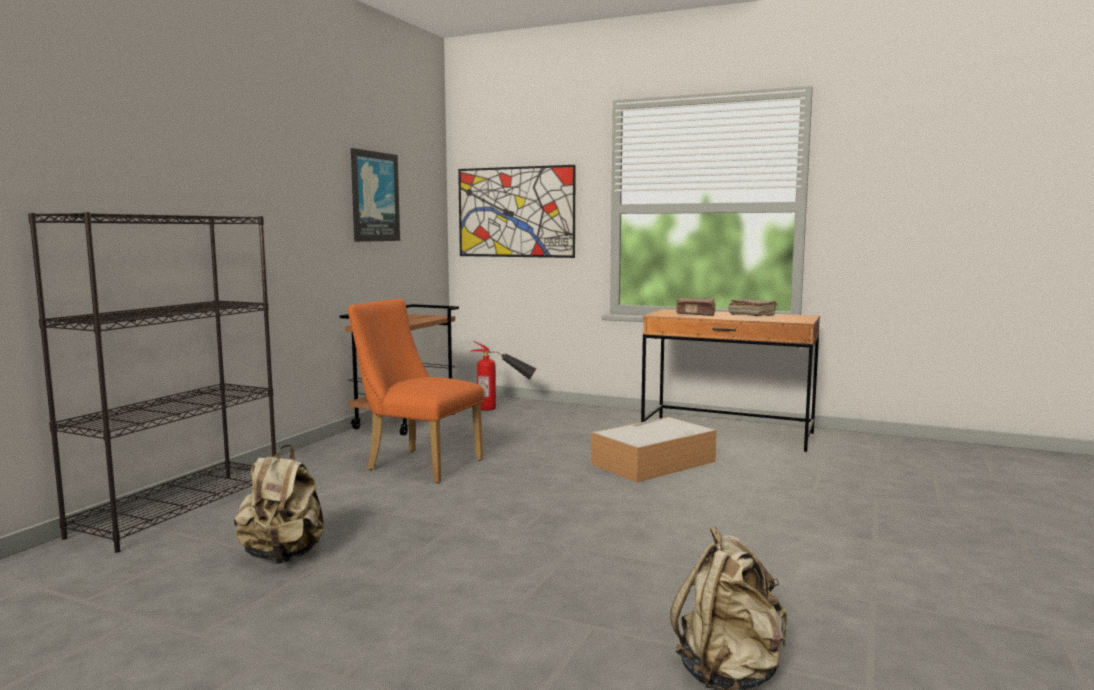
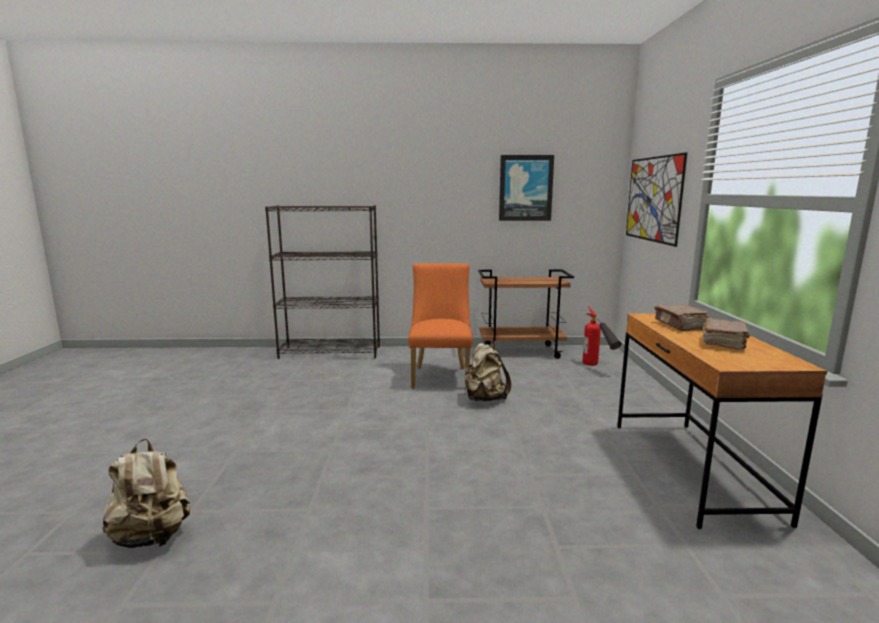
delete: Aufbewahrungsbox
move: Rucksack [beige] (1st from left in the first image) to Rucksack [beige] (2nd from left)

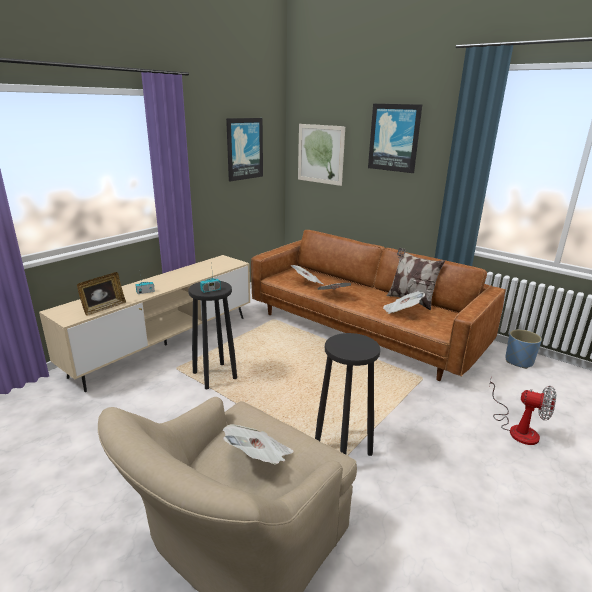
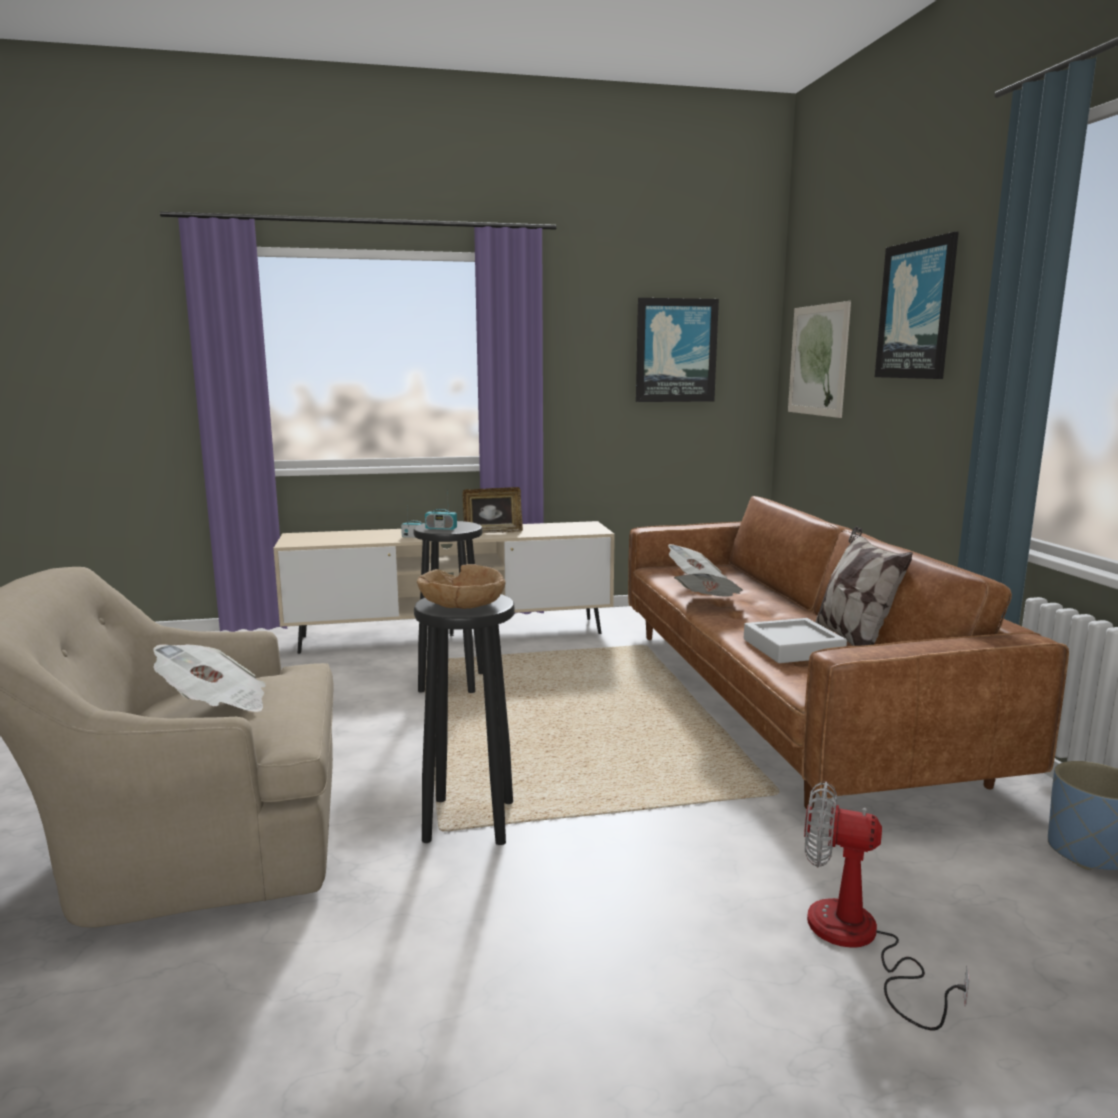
insert: Schüssel [braun]
move: Bilderrahmen
replace: Zeitung (4th from left) to Tablett [grau]
rotate: Ventilator 135 degrees clockwise

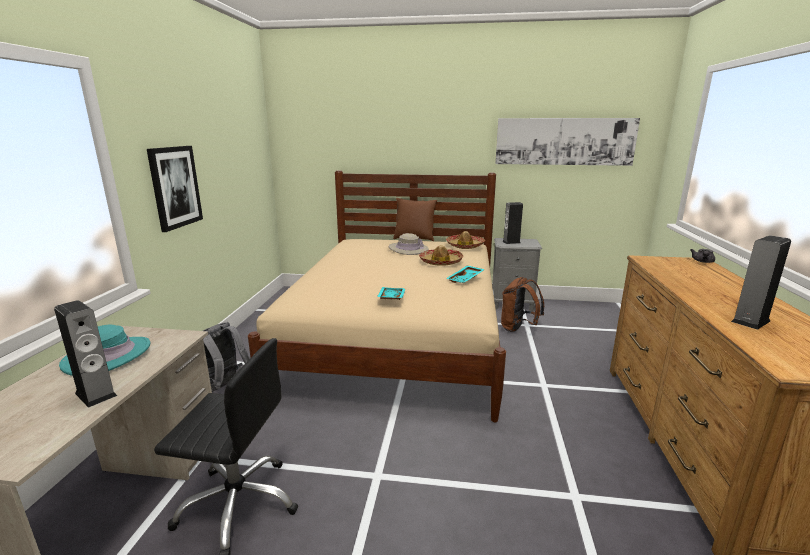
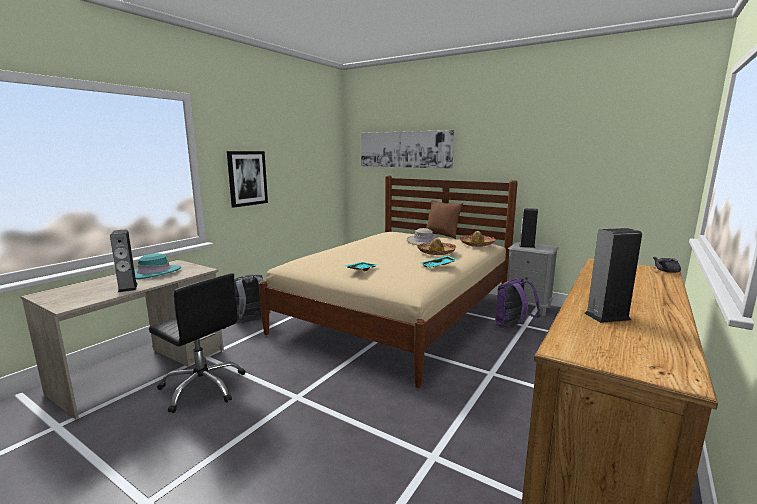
move: Bild (2nd from left)
recolor: Rucksack [braun] to Rucksack [lila]

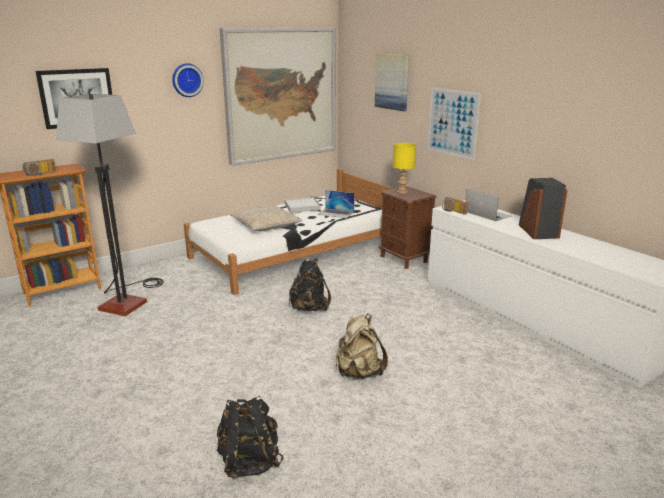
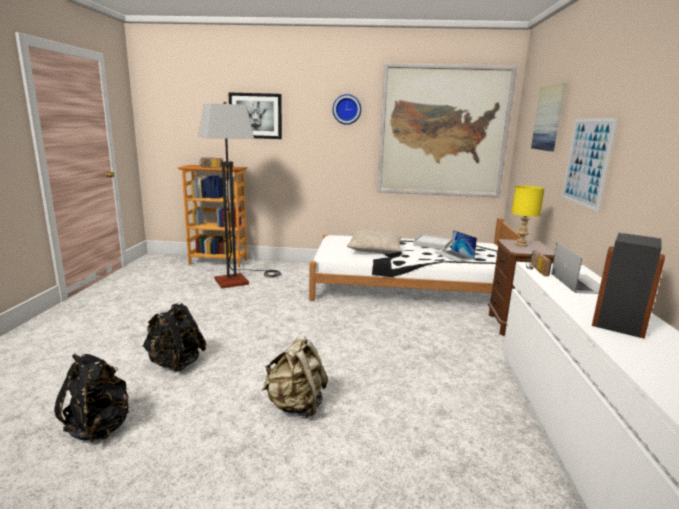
move: Rucksack [schwarz] (2nd from left)

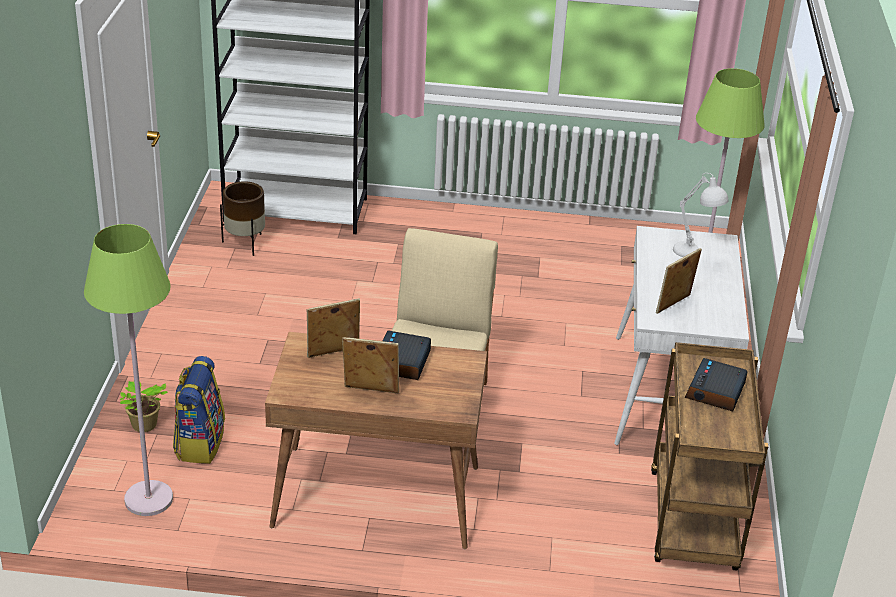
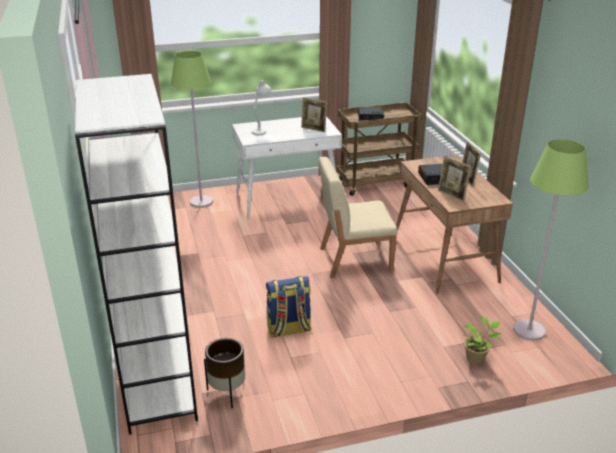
move: Rucksack

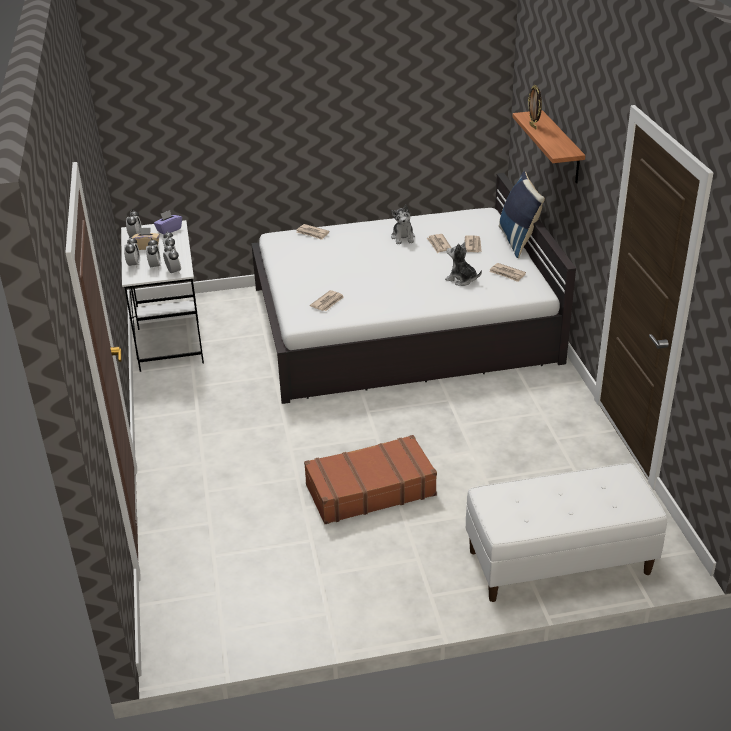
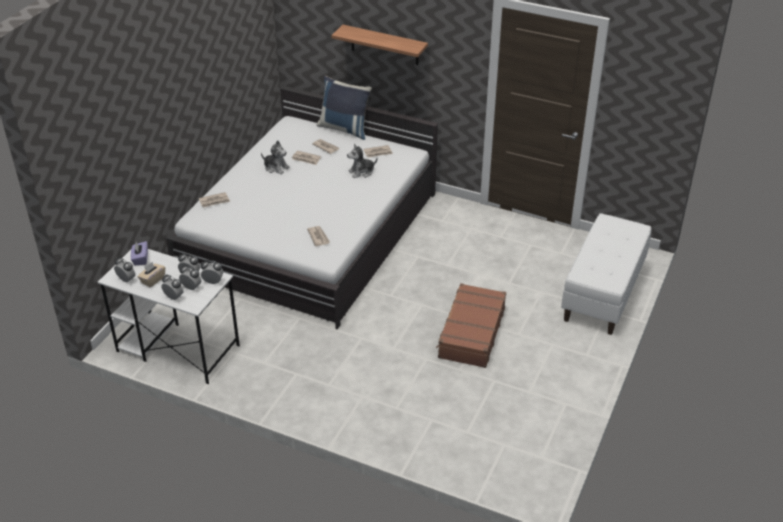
delete: Bilderrahmen

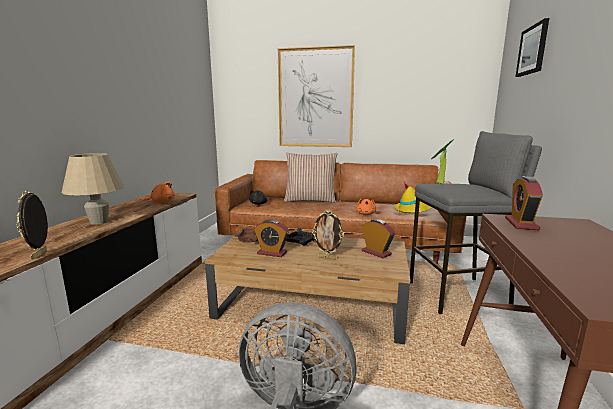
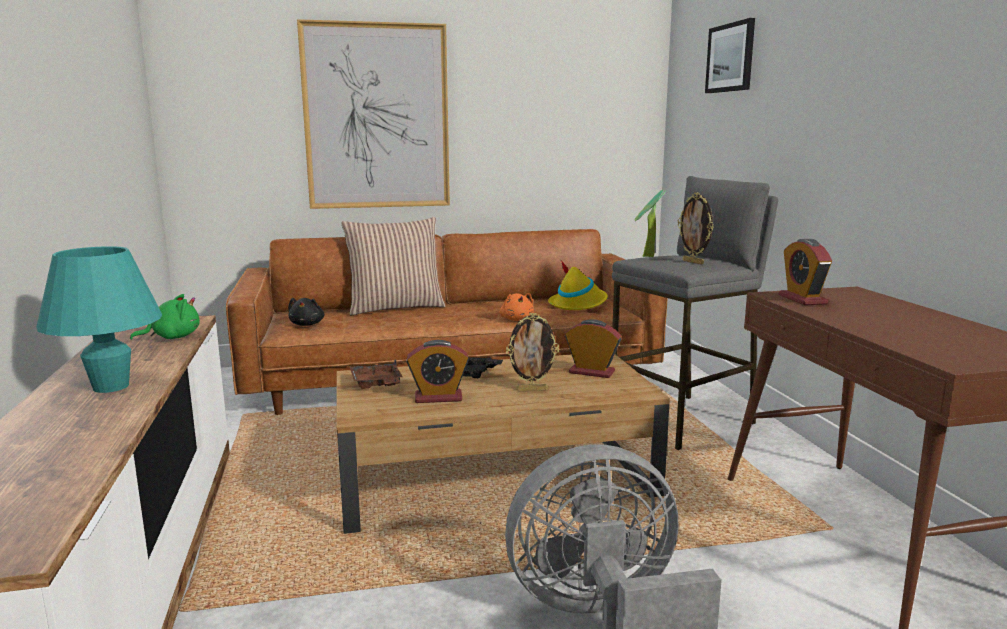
move: Bilderrahmen (1st from left in the first image) to Bilderrahmen (2nd from left)
recolor: Tischlampe [beige] to Tischlampe [türkis]; Plüschtier [orange] (1st from left) to Plüschtier [grün]

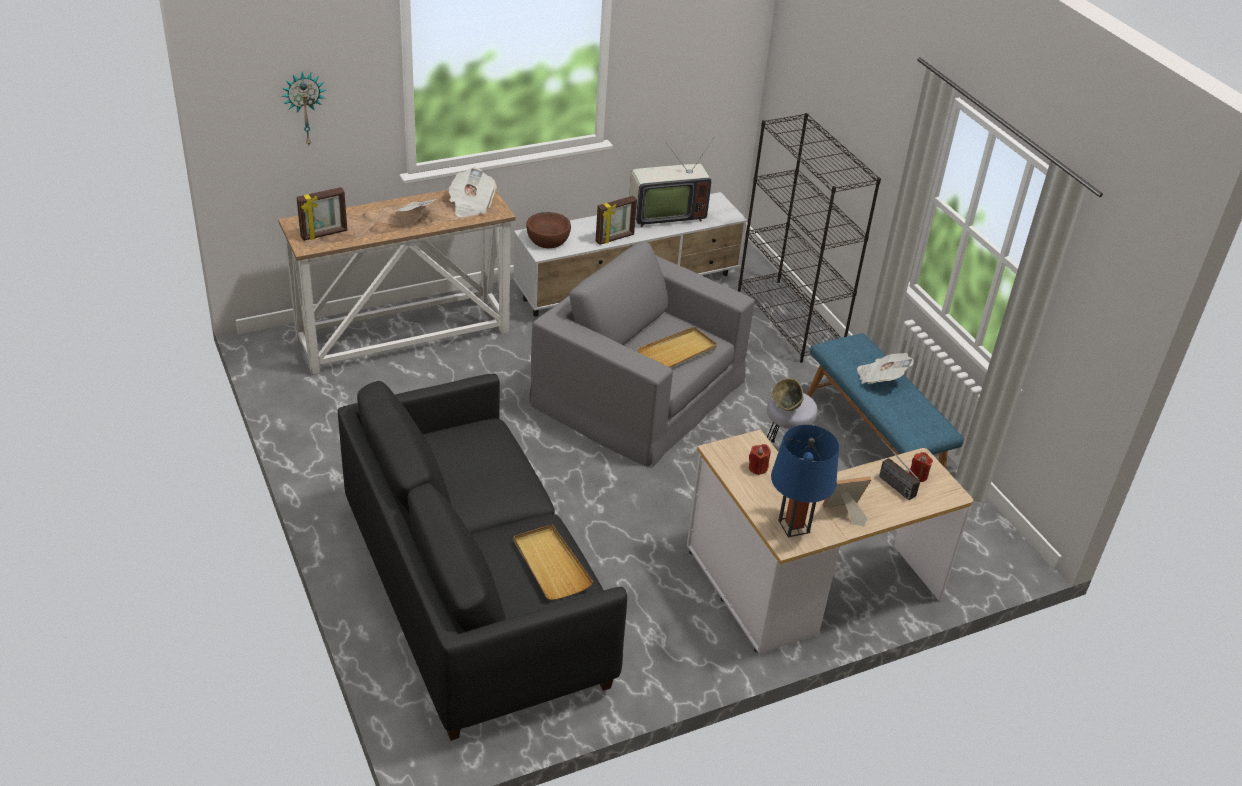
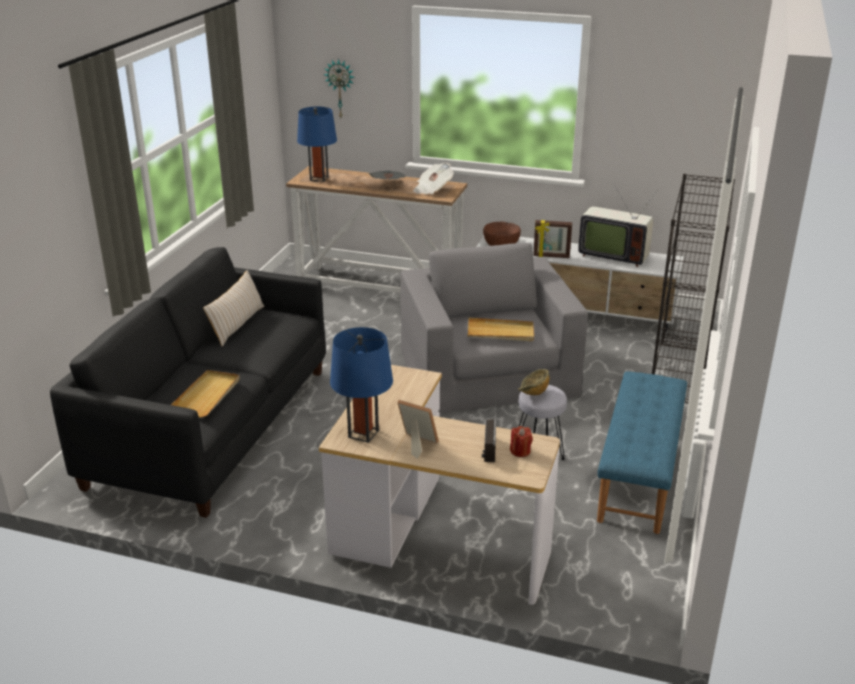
delete: Kerze [rot] (1st from left); Zeitung (3rd from left)
insert: Kissen [beige]
replace: Bilderrahmen (1st from left) to Tischlampe [blau] (1st from left)

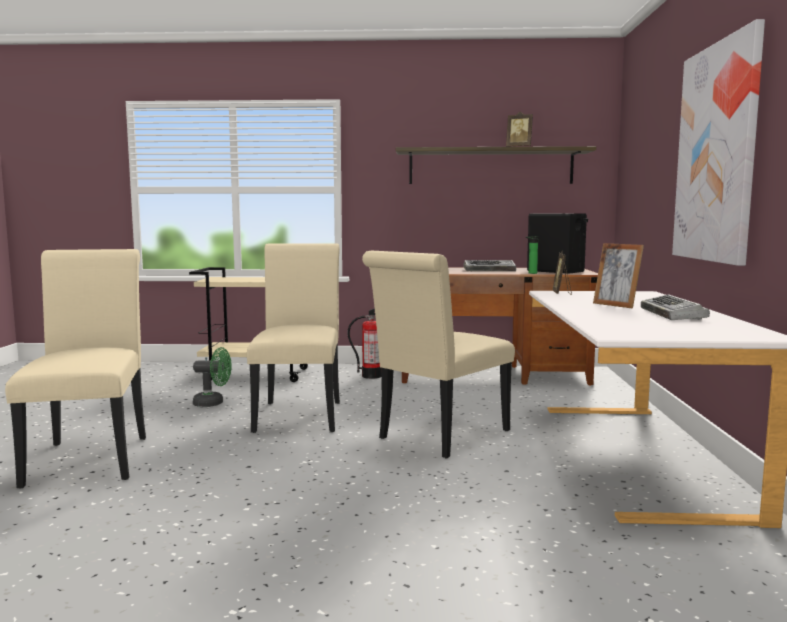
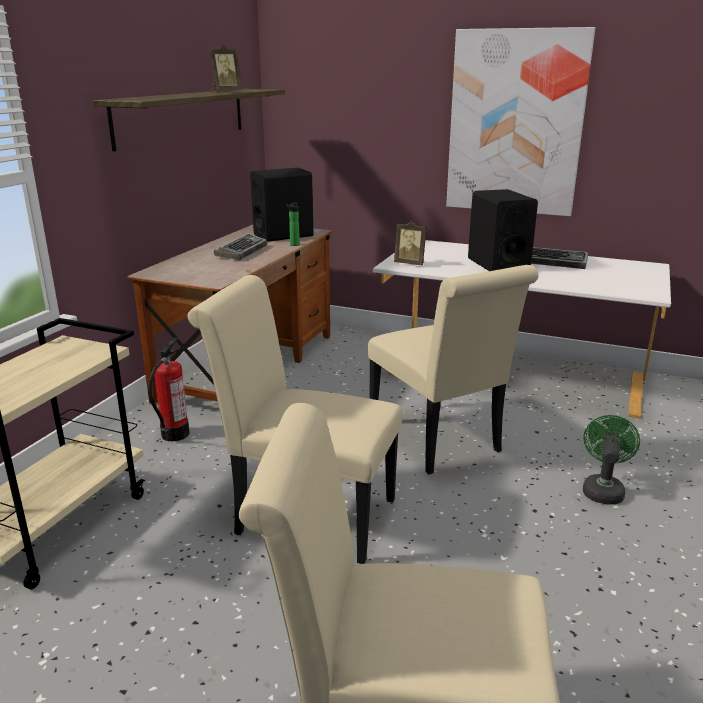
move: Ventilator [grün]
replace: Bilderrahmen (3rd from left) to Lautsprecher [schwarz] (2nd from left)

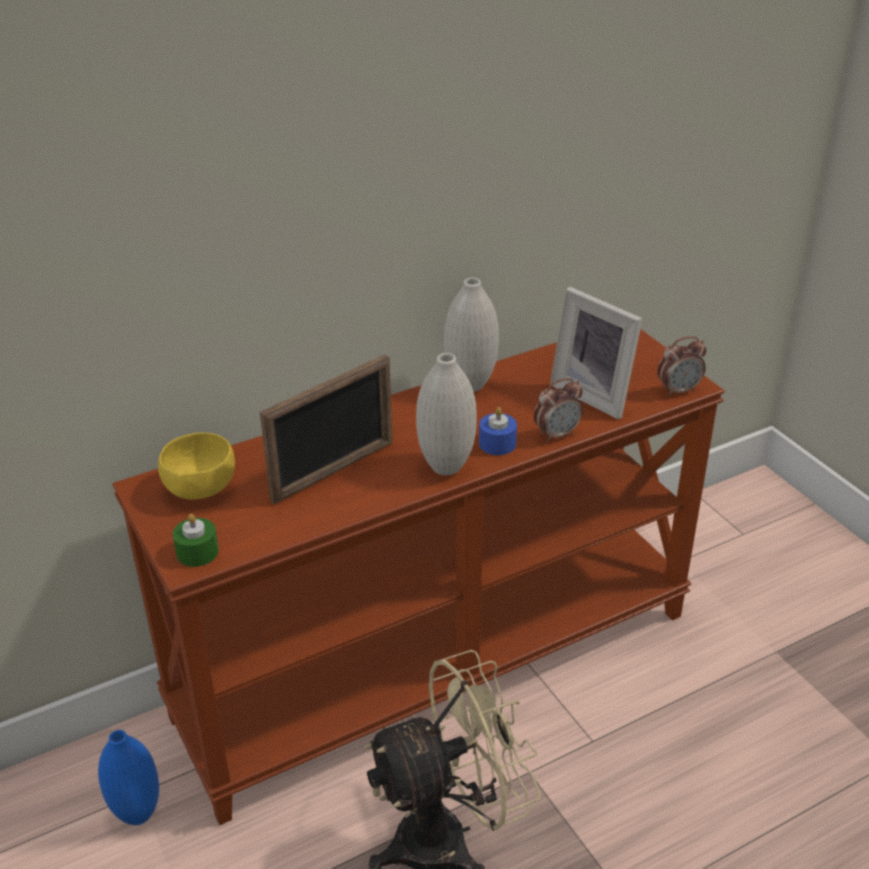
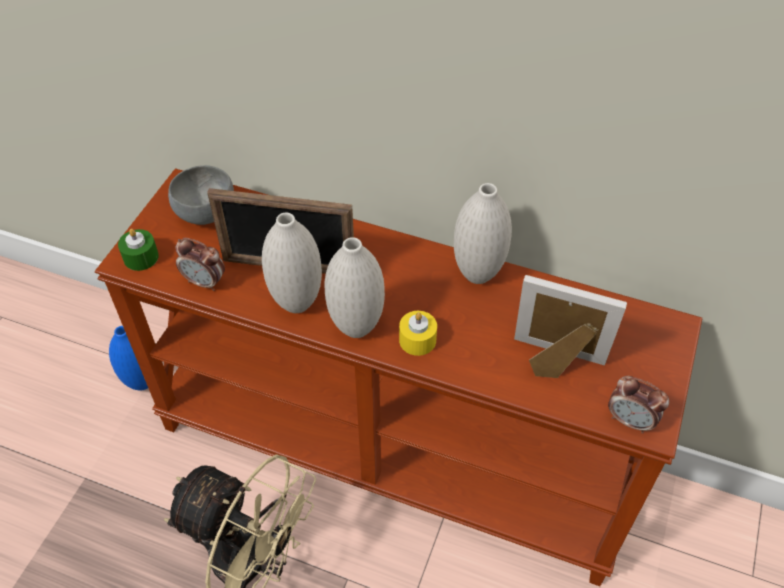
insert: Vase [weiß] (1st from left)
move: Wecker (1st from left)
recolor: Schüssel [gelb] to Schüssel [grau]; Kerze [blau] to Kerze [gelb]
rotate: Bilderrahmen (2nd from left) 105 degrees clockwise

